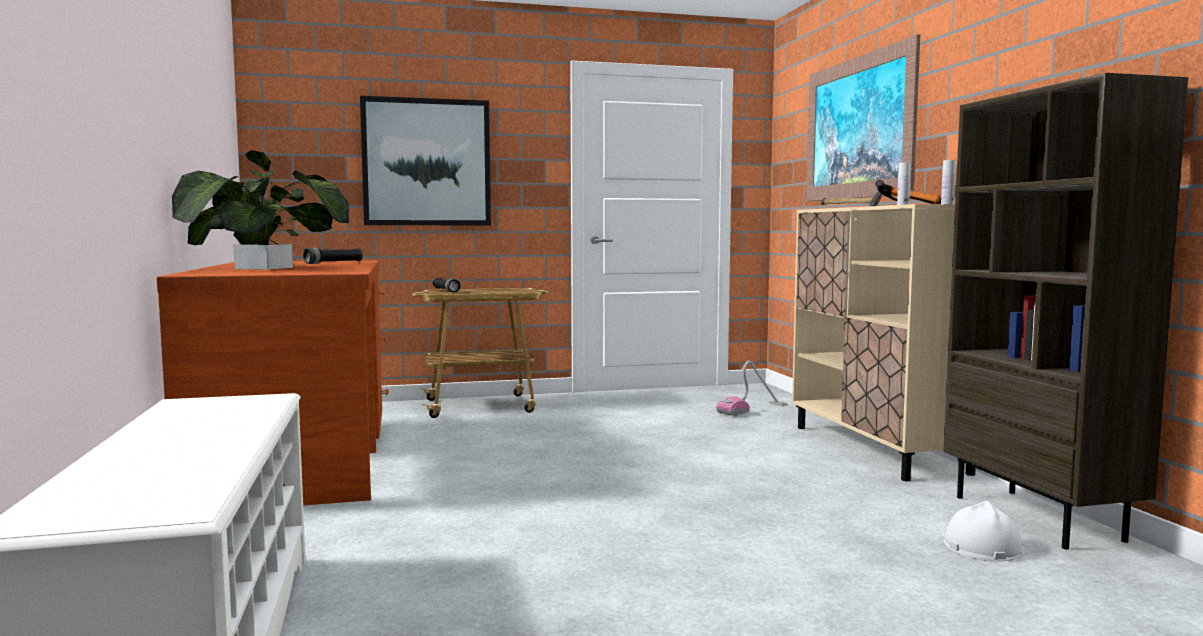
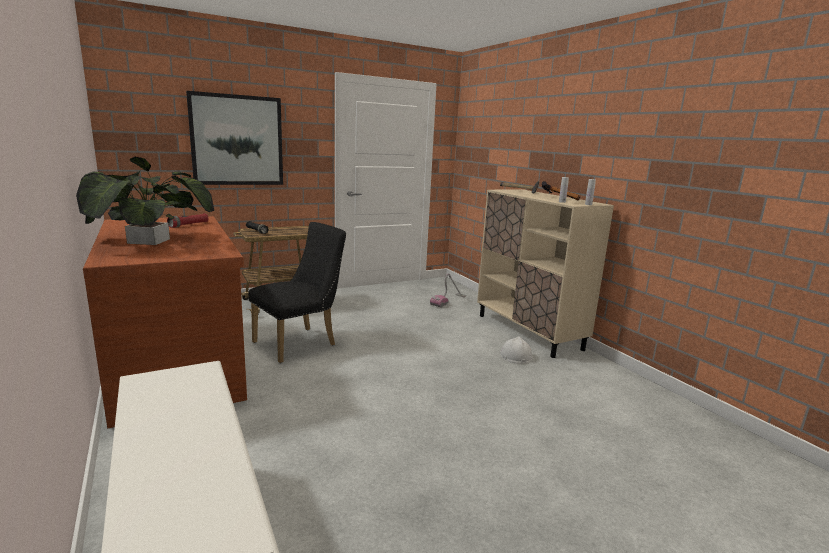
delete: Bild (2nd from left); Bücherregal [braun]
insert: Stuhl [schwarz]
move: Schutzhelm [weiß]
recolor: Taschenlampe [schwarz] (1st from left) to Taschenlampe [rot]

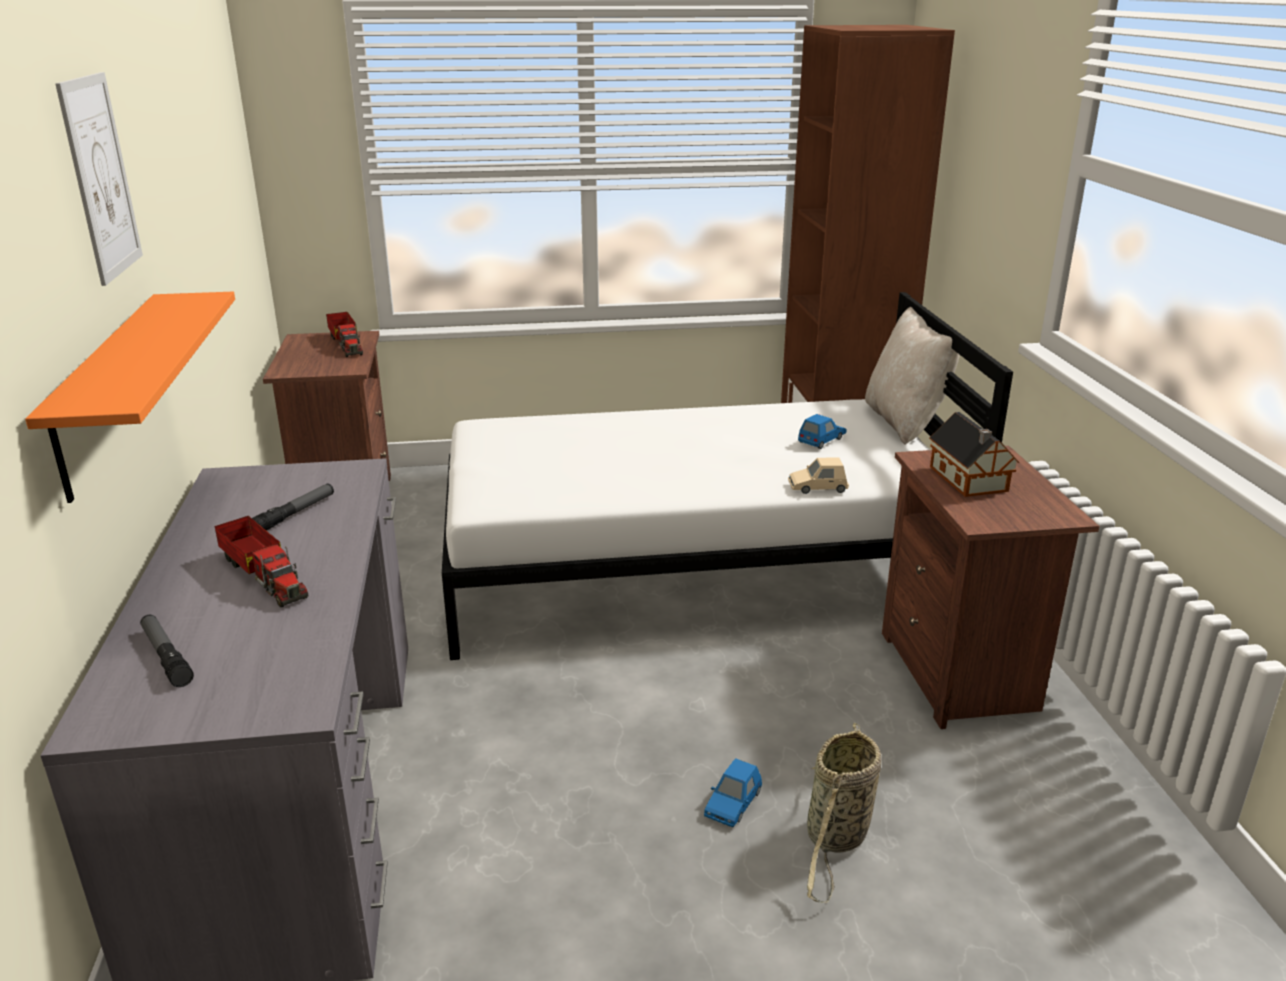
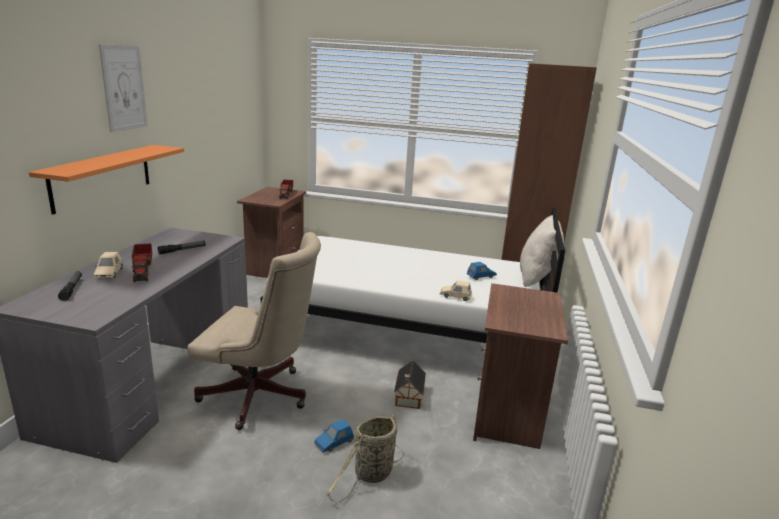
insert: Spielzeugauto [beige] (1st from left); Bürostuhl [beige]
move: Spielzeughaus

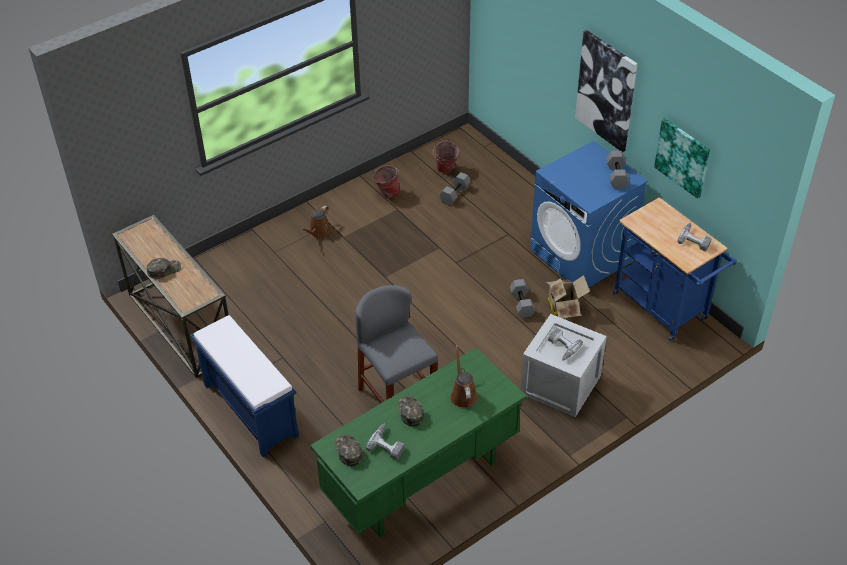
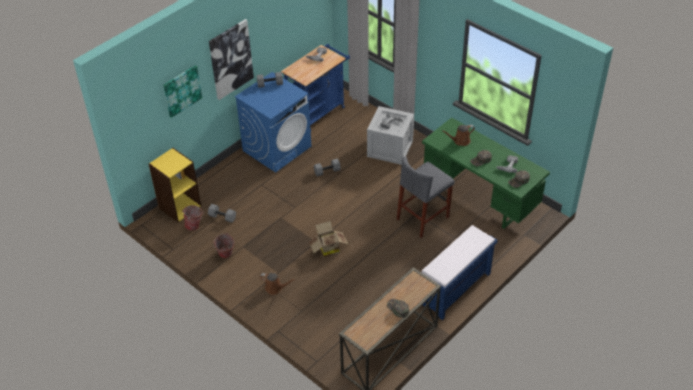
insert: Bücherregal [gelb]
move: Bild (2nd from left in the first image) to Bild (1st from left); Karton

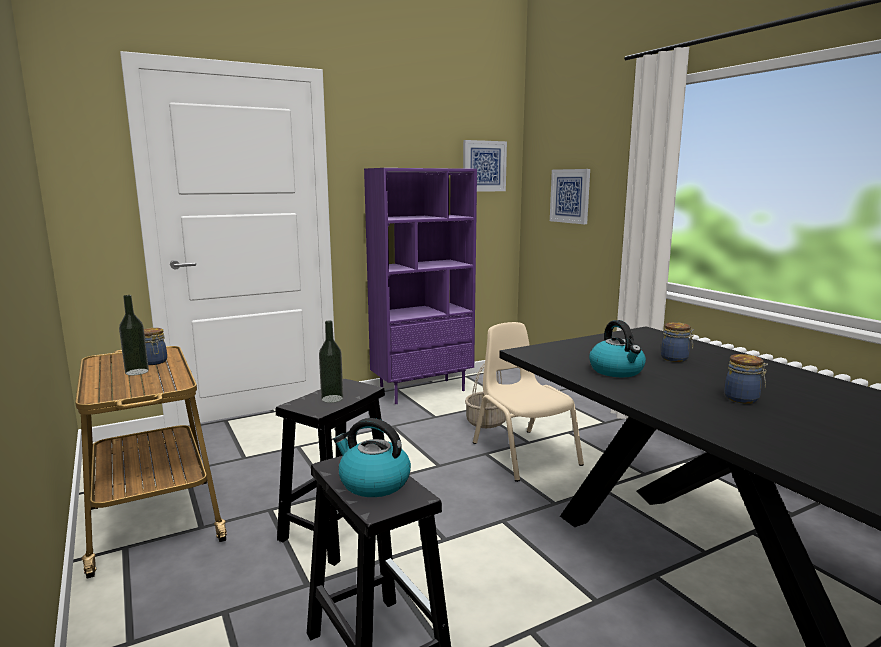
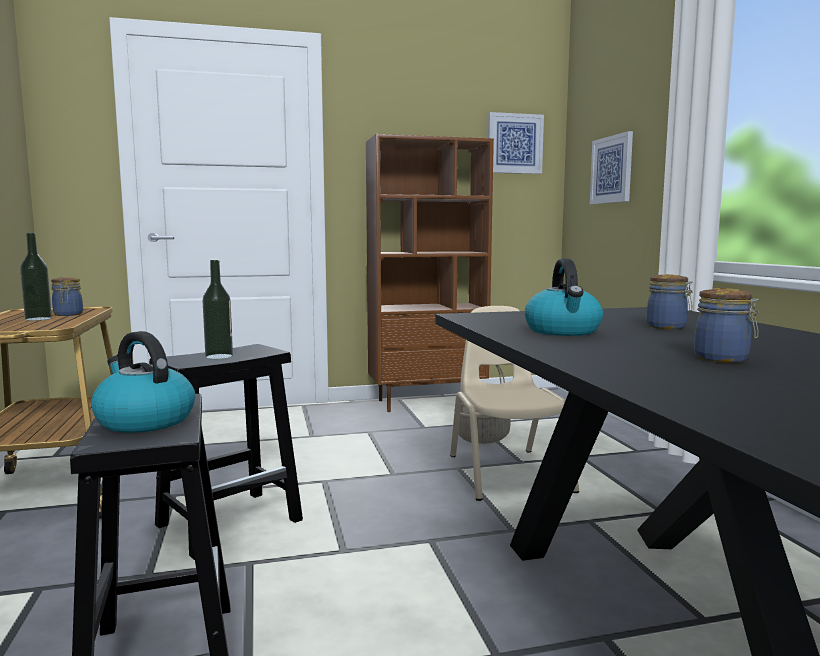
recolor: Bücherregal [lila] to Bücherregal [braun]

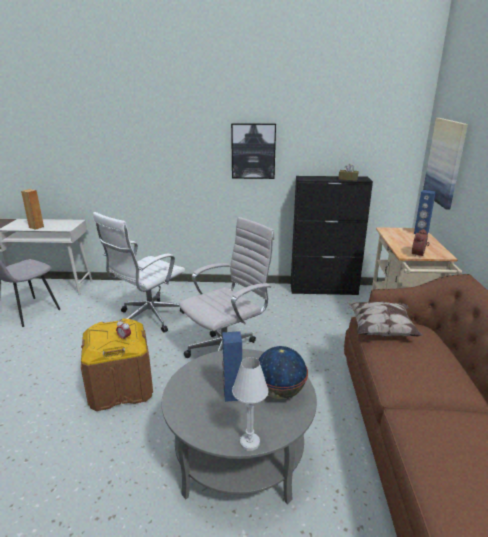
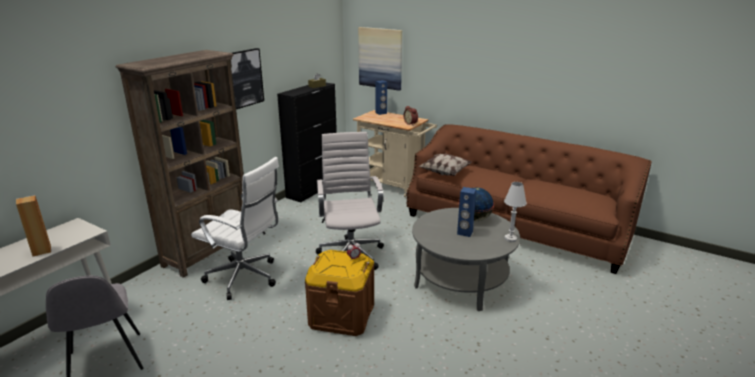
insert: Bücherregal [braun]
rotate: Bürostuhl [weiß] (1st from left) 45 degrees counterclockwise

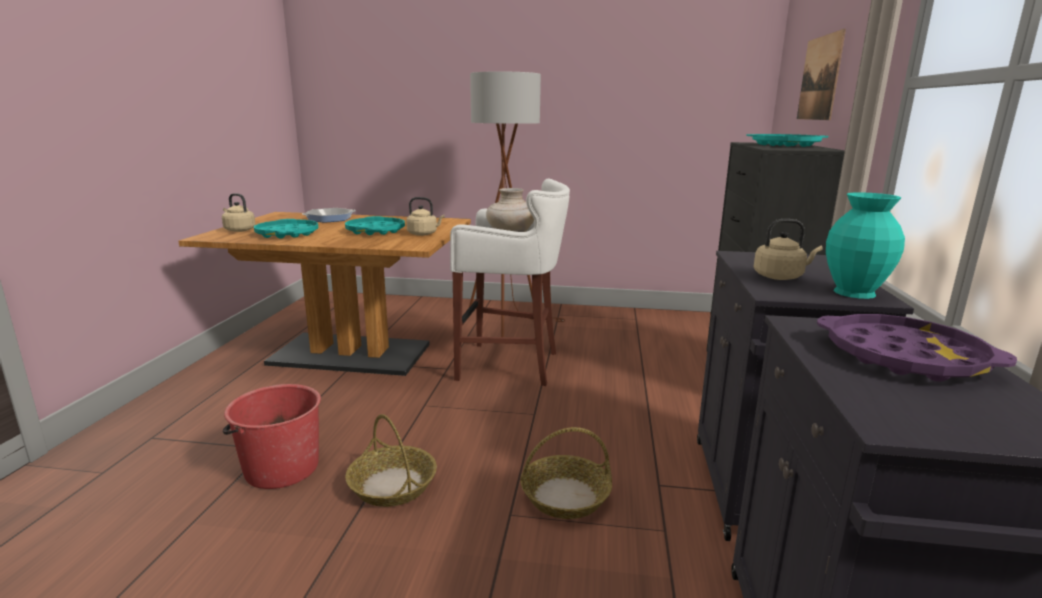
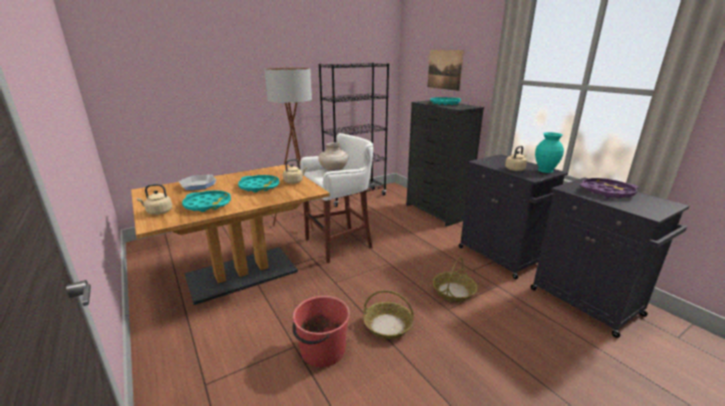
insert: Bücherregal [schwarz]

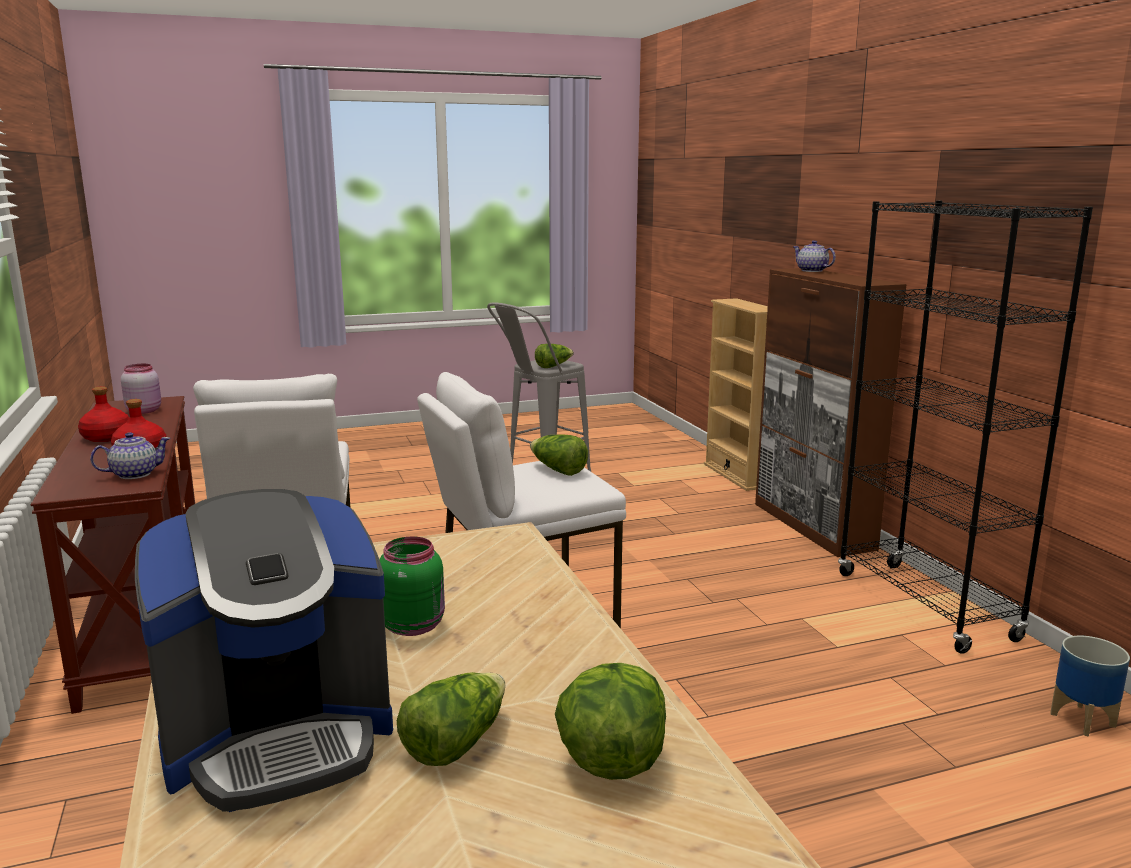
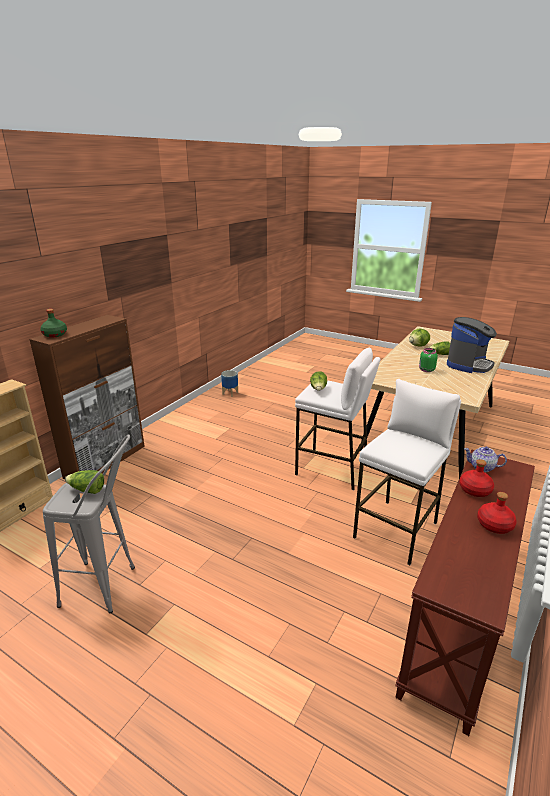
delete: Vorratsglas [rosa]; Bücherregal [schwarz]
replace: Teekanne (2nd from left) to Flasche [grün]
rotate: Kaffeemaschine 105 degrees clockwise

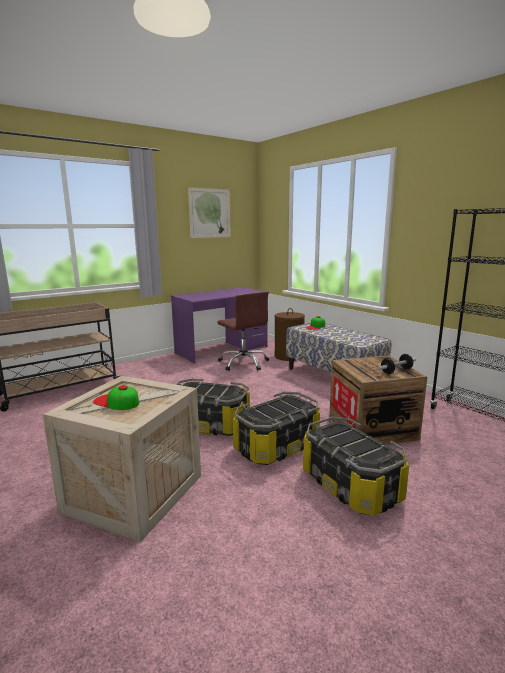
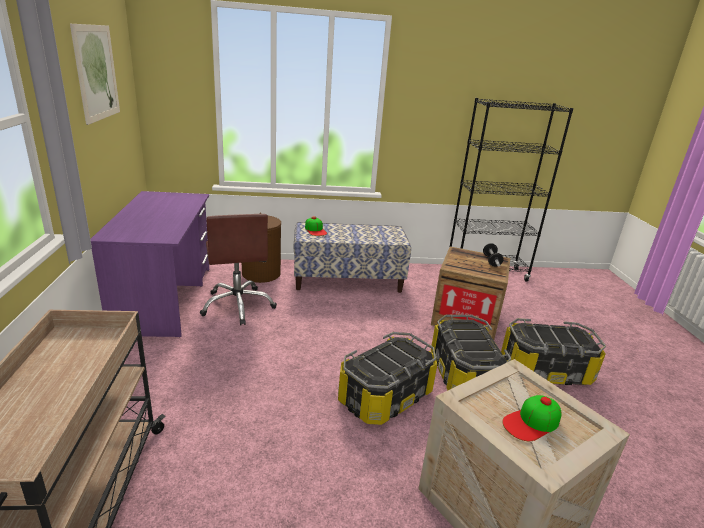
rotate: Bürostuhl [braun] 75 degrees clockwise

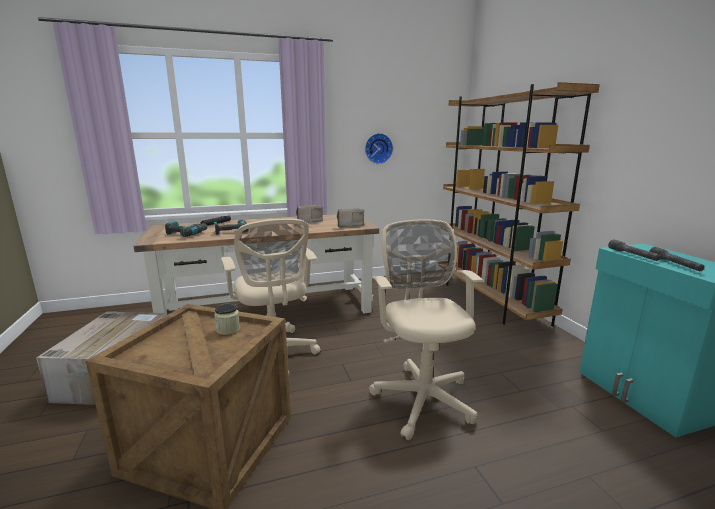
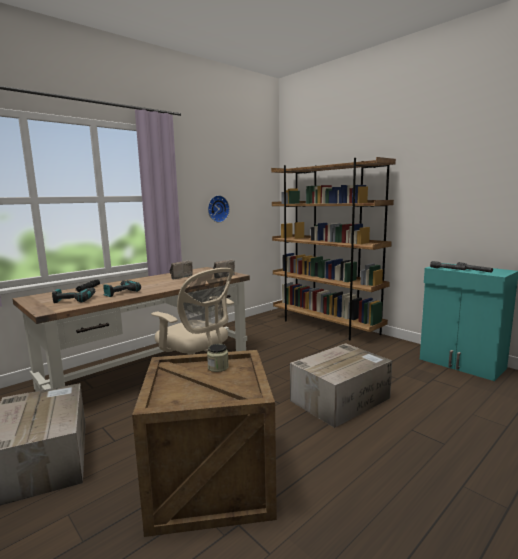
replace: Bürostuhl [beige] (2nd from left) to Karton (2nd from left)

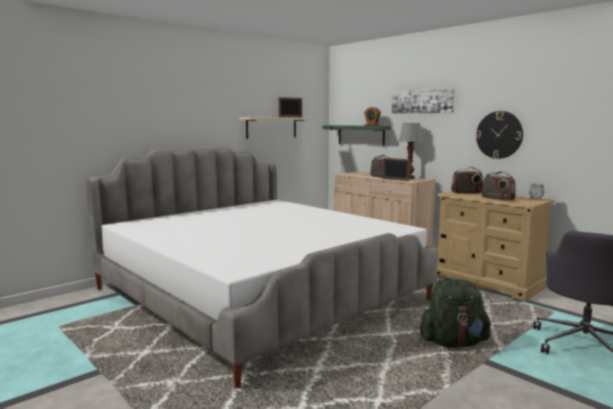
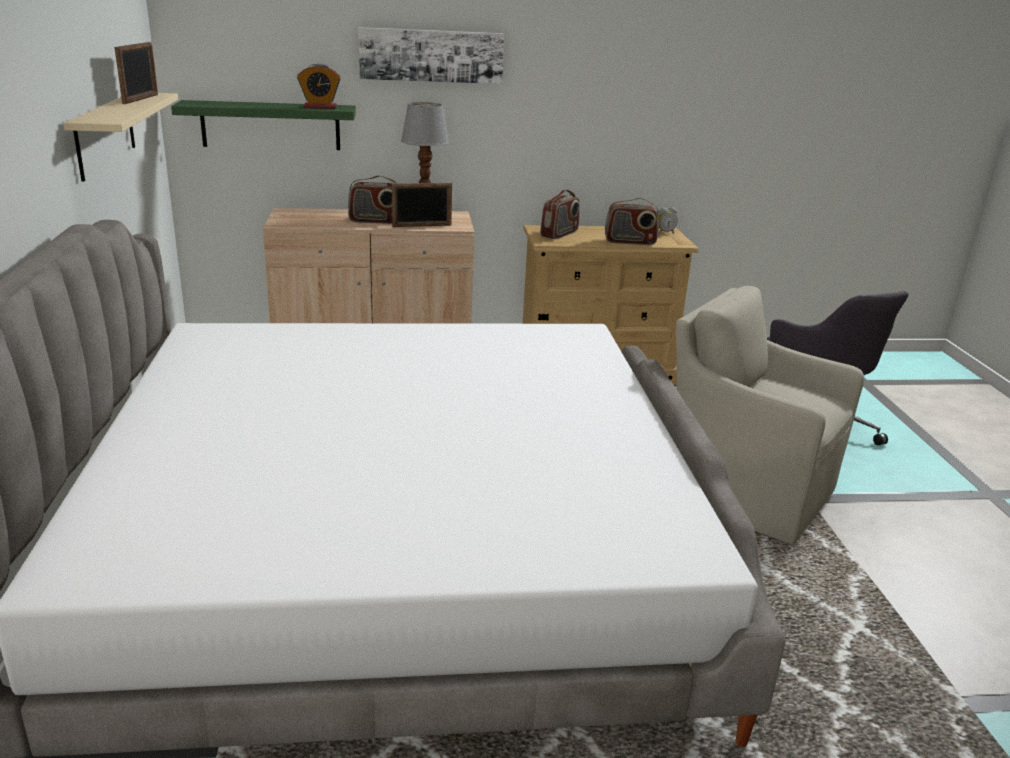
delete: Wanduhr
replace: Rucksack [grün] to Sessel [beige]

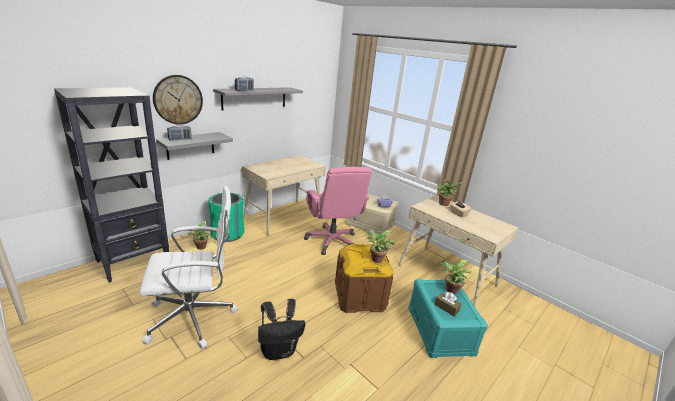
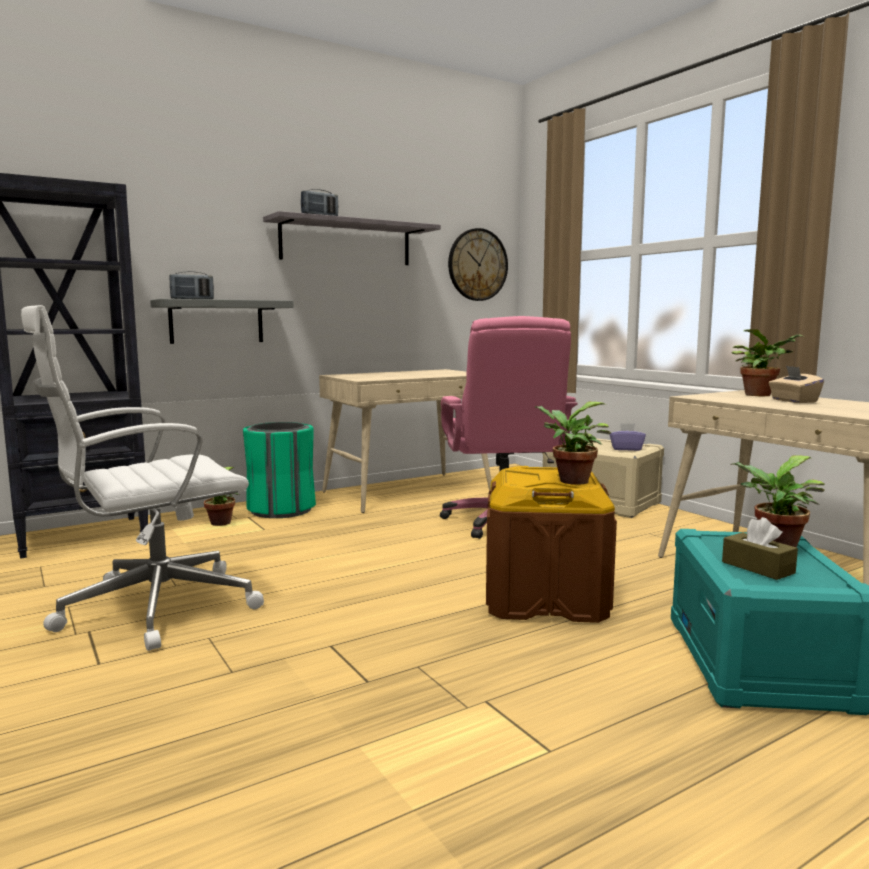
delete: Rucksack [schwarz]
move: Wanduhr
rotate: Bürostuhl [weiß] 150 degrees clockwise

